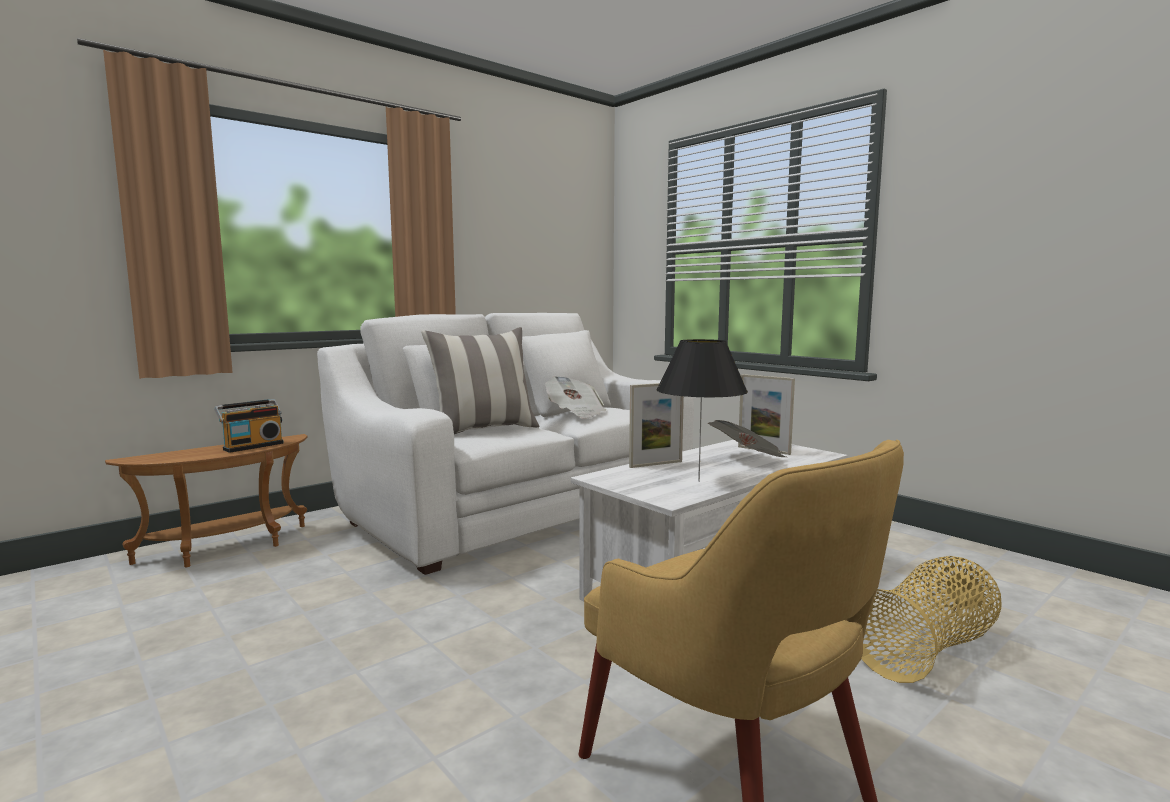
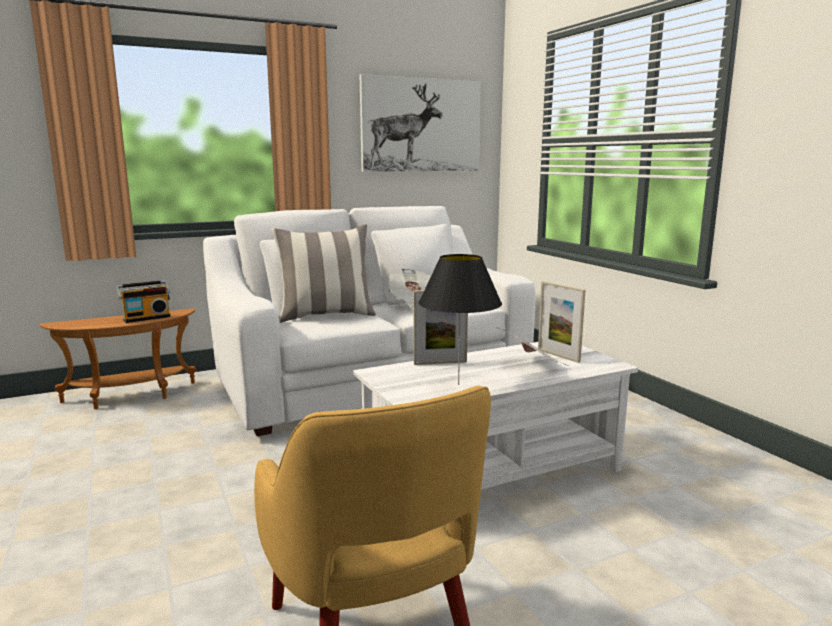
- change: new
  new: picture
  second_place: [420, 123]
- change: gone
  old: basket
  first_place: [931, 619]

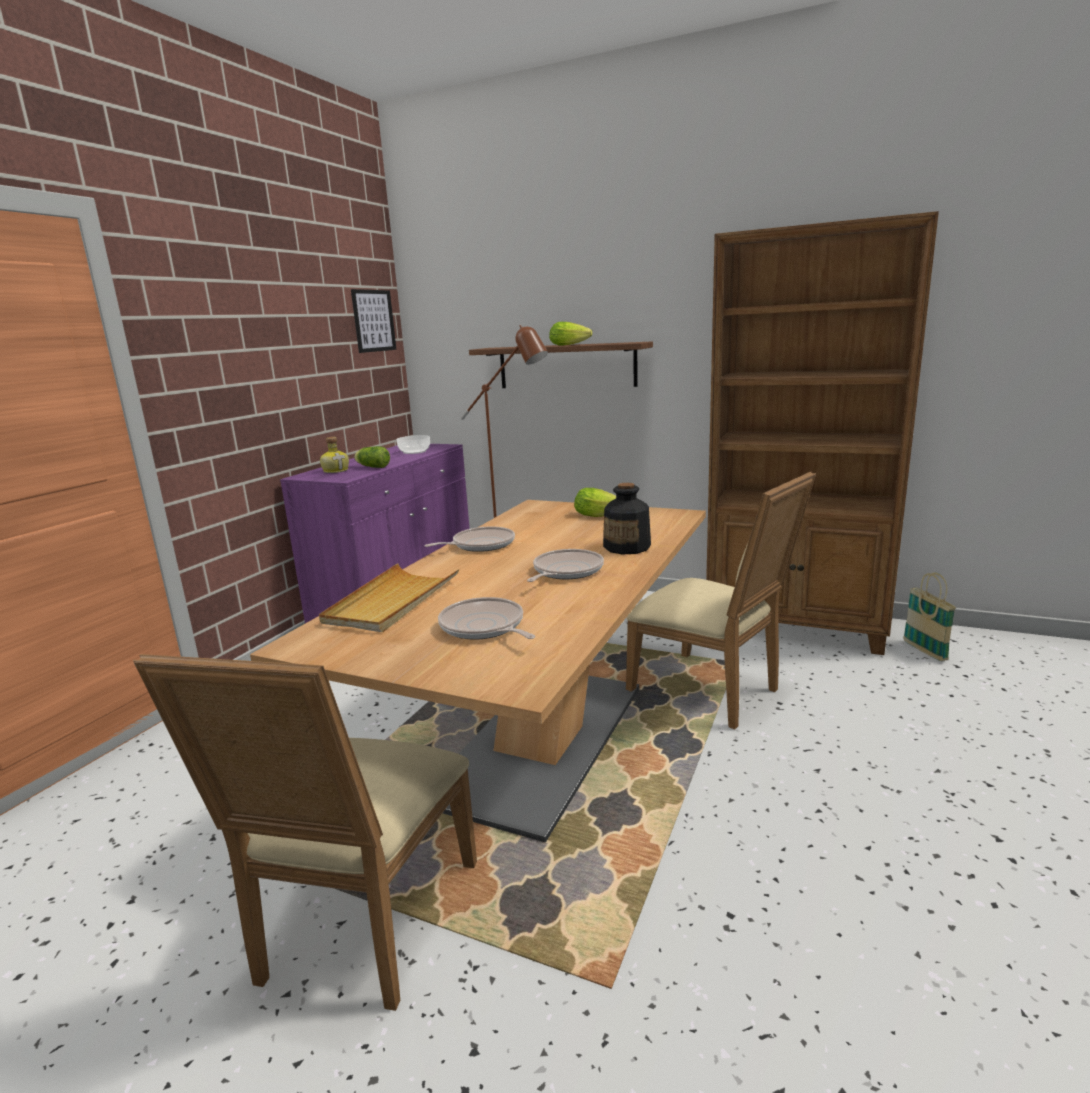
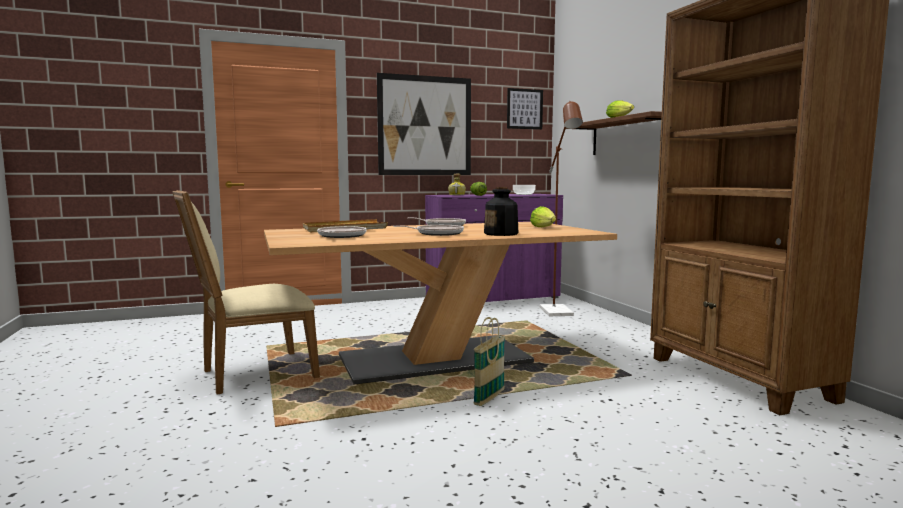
- change: new
  new: picture
  second_place: [424, 124]
- change: shifted
  old: basket
  first_place: [929, 616]
  second_place: [489, 361]
- change: gone
  old: upright chair (beige)
  first_place: [721, 600]

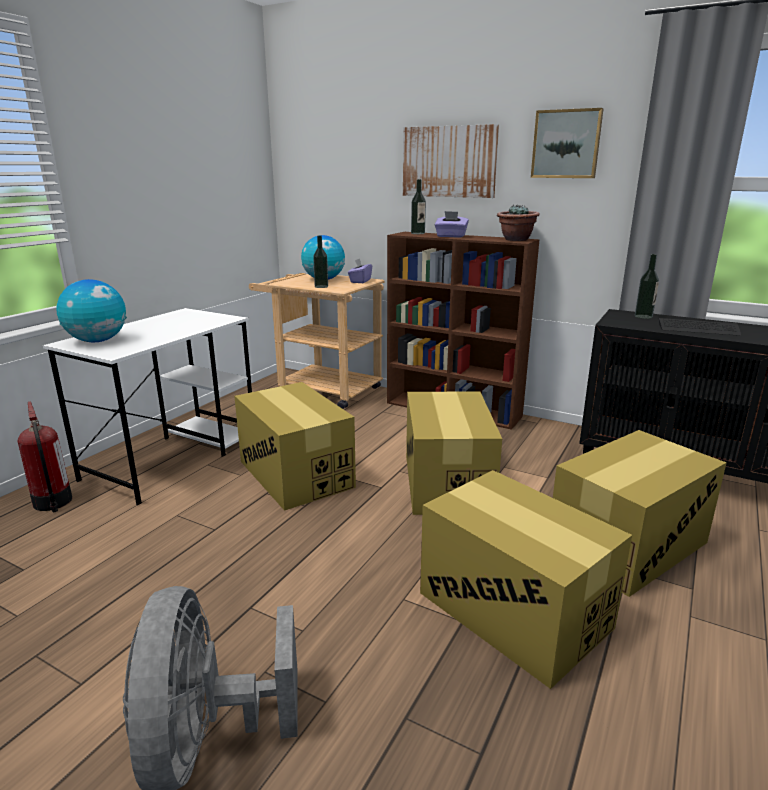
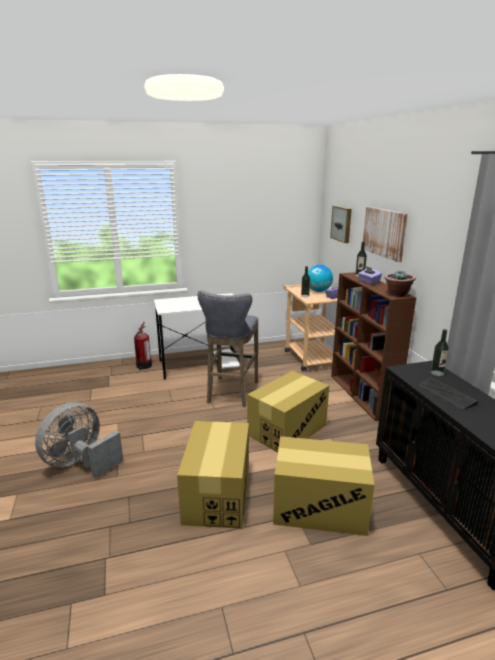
- change: swapped
  old: cardboard box
  new: stool seat (greyish)
  first_place: [295, 446]
  second_place: [228, 348]
- change: shifted
  old: picture
  first_place: [567, 143]
  second_place: [341, 224]
- change: gone
  old: globe
  first_place: [91, 310]

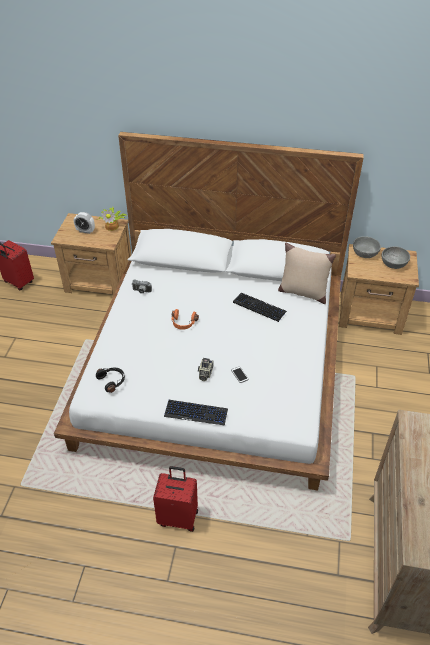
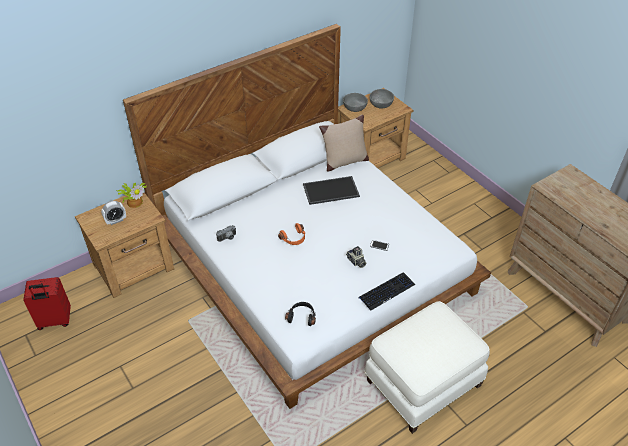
- change: swapped
  old: PC keyboard
  new: carrying tray
  first_place: [260, 307]
  second_place: [331, 190]
- change: swapped
  old: travel case (reddish)
  new: ottoman (white-coloured)
  first_place: [175, 499]
  second_place: [427, 367]

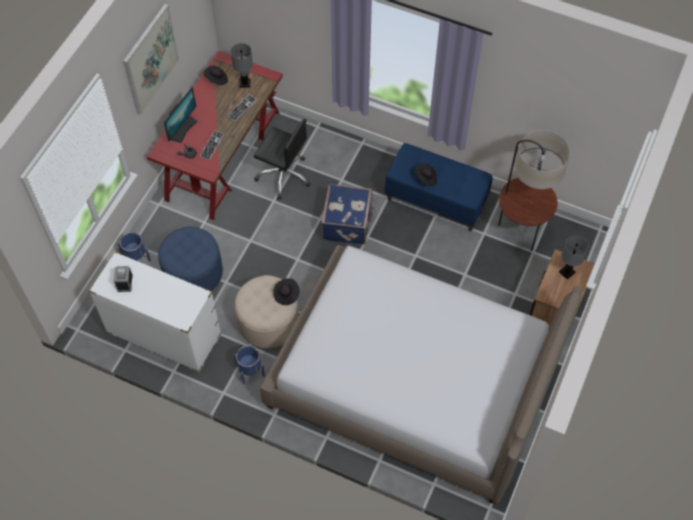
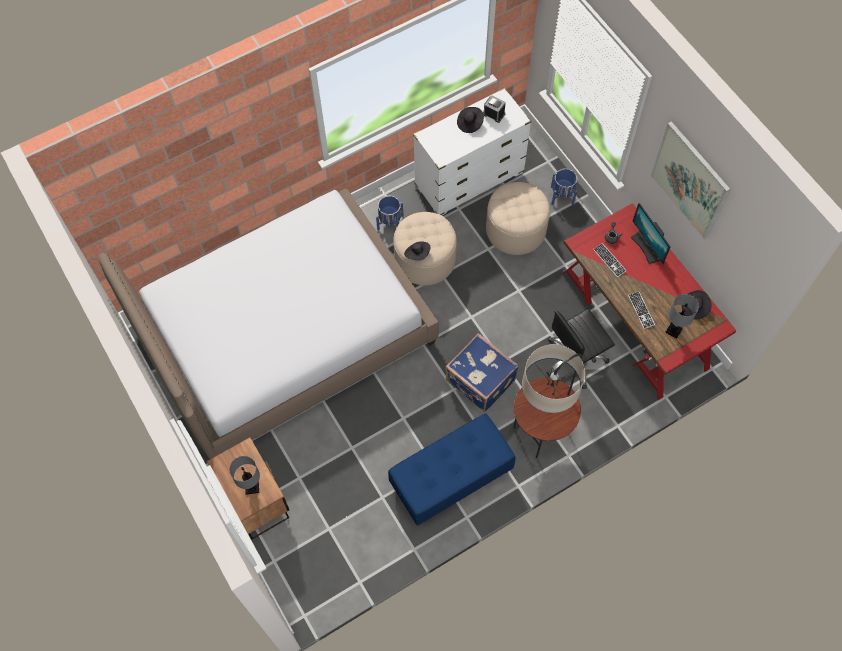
- change: shifted
  old: wearable hat (black)
  first_place: [425, 174]
  second_place: [470, 120]
- change: repainted
  old: ottoman (bluish)
  new: ottoman (beige)
  first_place: [190, 258]
  second_place: [518, 218]
- change: shifted
  old: floor lamp
  first_place: [534, 190]
  second_place: [549, 401]

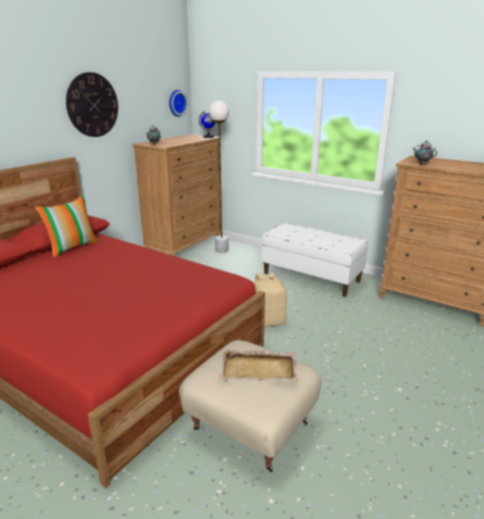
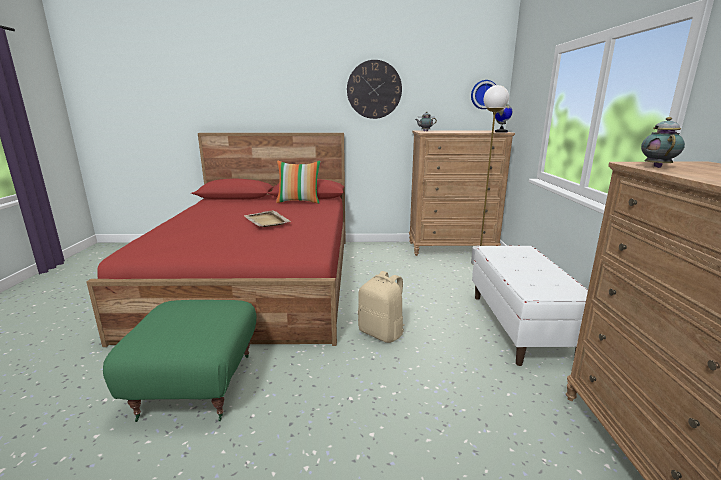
- change: repainted
  old: ottoman (beige)
  new: ottoman (greenish)
  first_place: [250, 406]
  second_place: [179, 361]
- change: shifted
  old: carrying tray (beige)
  first_place: [258, 365]
  second_place: [267, 218]

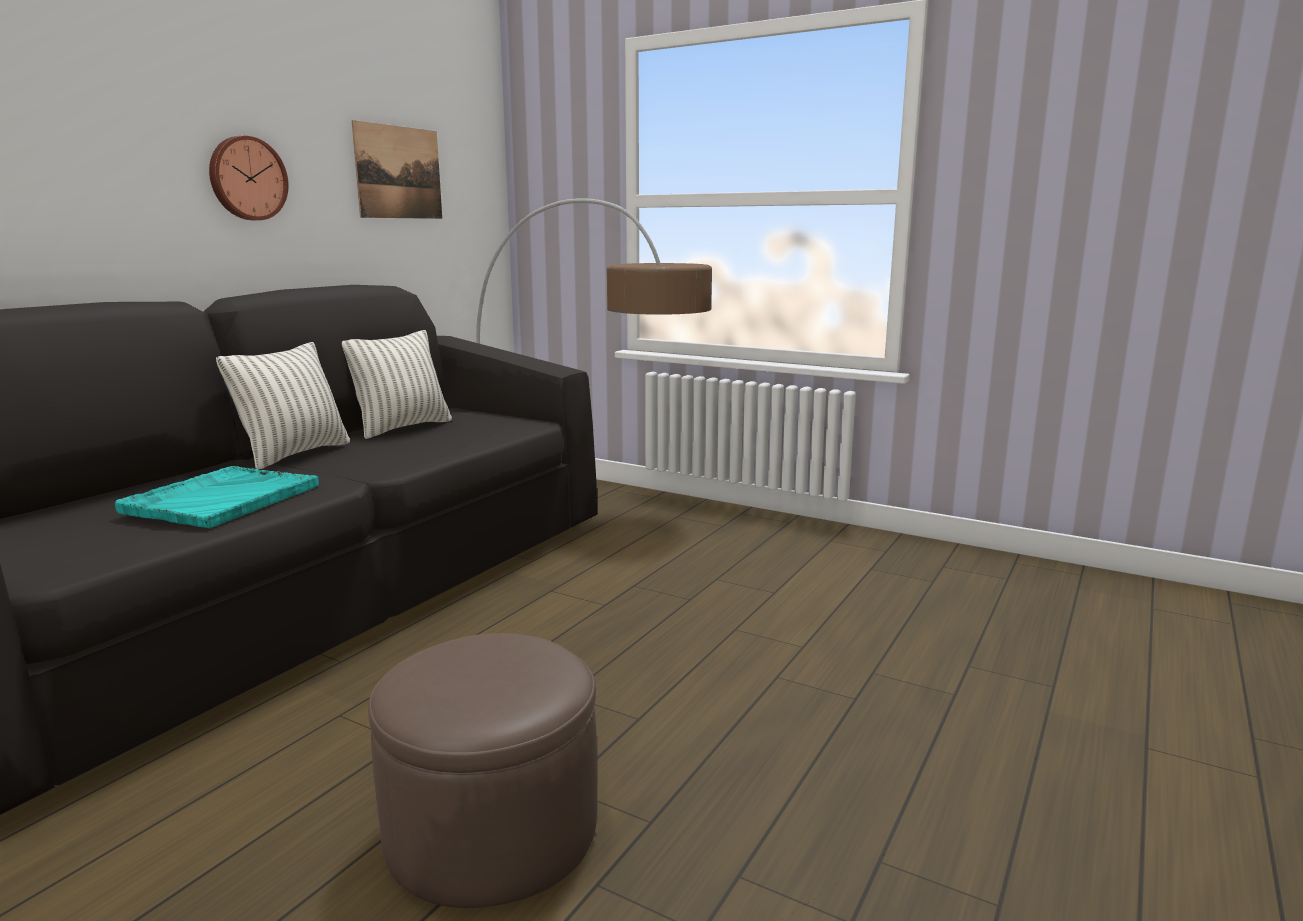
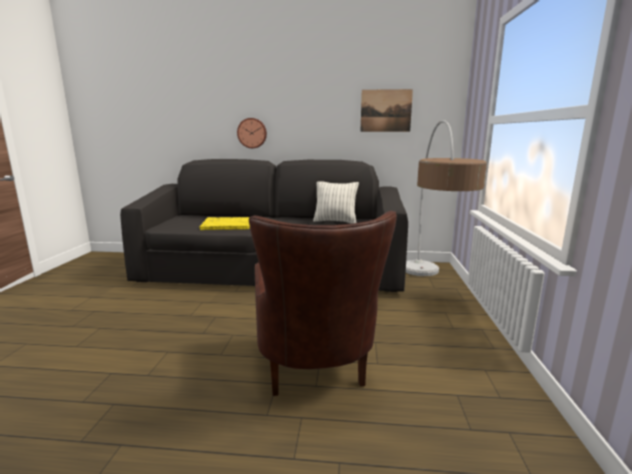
- change: repainted
  old: carrying tray (turquoise)
  new: carrying tray (yellow)
  first_place: [217, 497]
  second_place: [225, 223]
- change: shifted
  old: hanging clock
  first_place: [249, 178]
  second_place: [252, 133]
- change: new
  new: lounge chair (brownish)
  second_place: [323, 303]
- change: gone
  old: cushion
  first_place: [283, 406]
- change: gone
  old: ottoman (brownish)
  first_place: [482, 770]

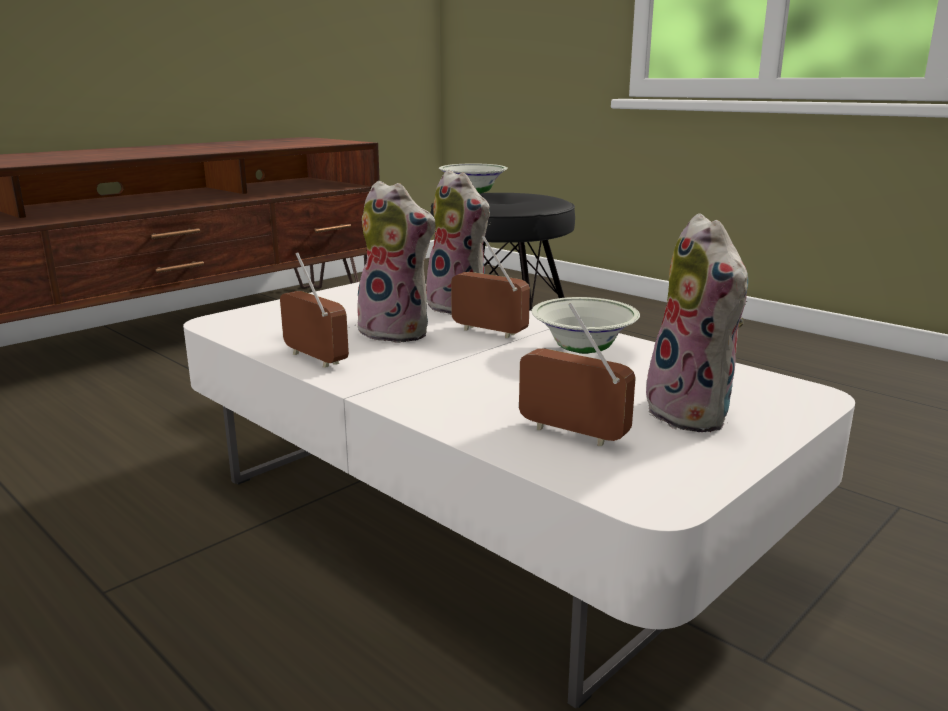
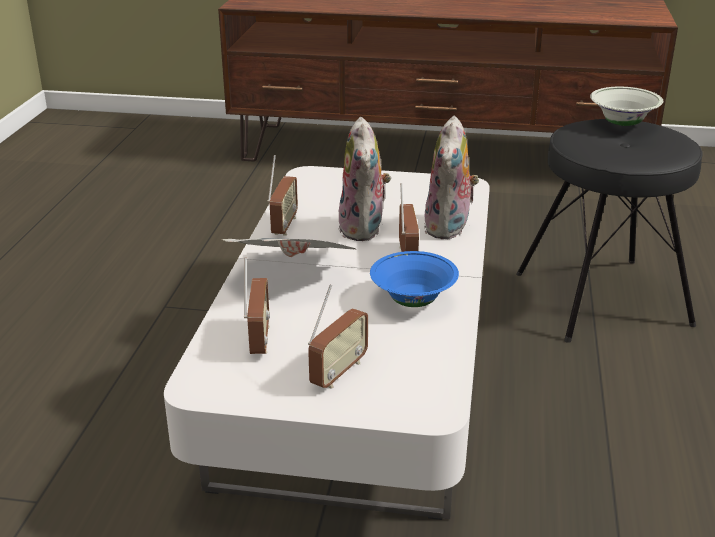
- change: new
  new: daily paper
  second_place: [289, 247]
- change: swapped
  old: soft toy
  new: radio set
  first_place: [693, 322]
  second_place: [338, 337]
- change: repainted
  old: deep dish (white-coloured)
  new: deep dish (bluish)
  first_place: [585, 325]
  second_place: [414, 279]

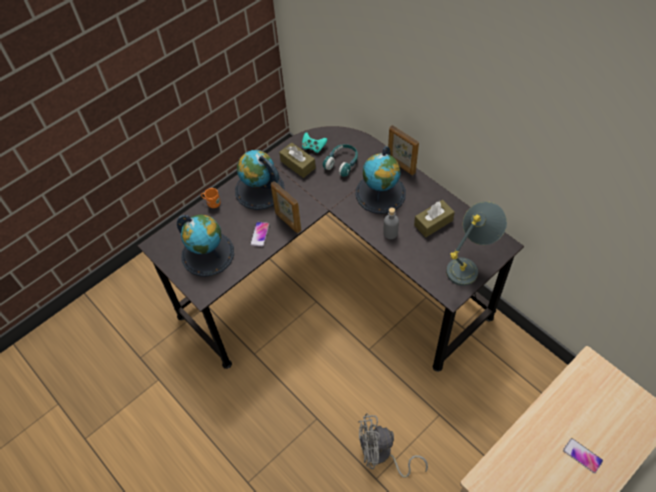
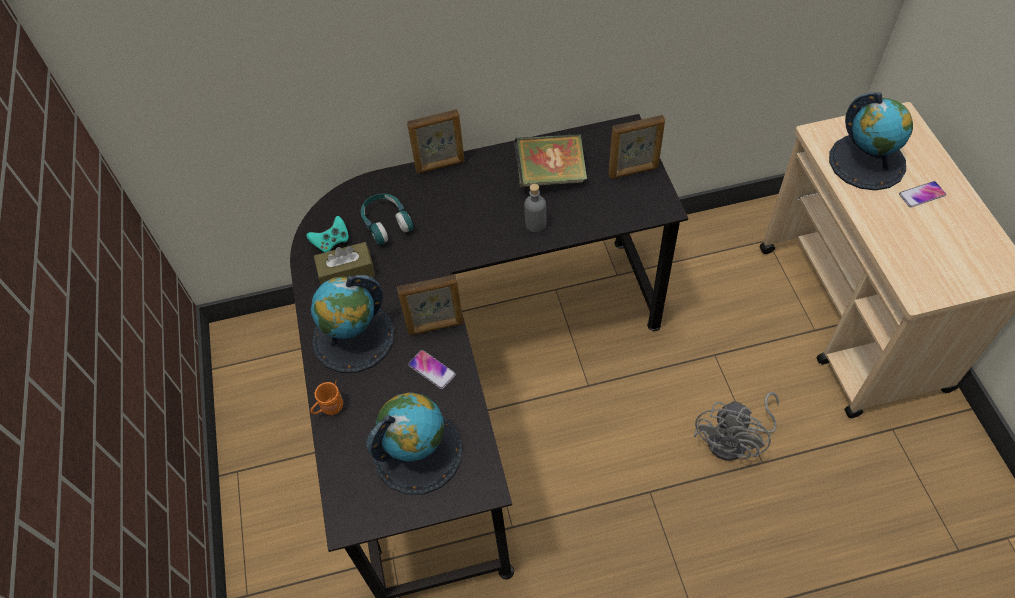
- change: swapped
  old: tissue box (brownish)
  new: book
  first_place: [434, 218]
  second_place: [550, 160]
- change: swapped
  old: tabletop lamp (greyish)
  new: standing frame
  first_place: [476, 243]
  second_place: [636, 147]
- change: shifted
  old: globe
  first_place: [380, 180]
  second_place: [871, 141]

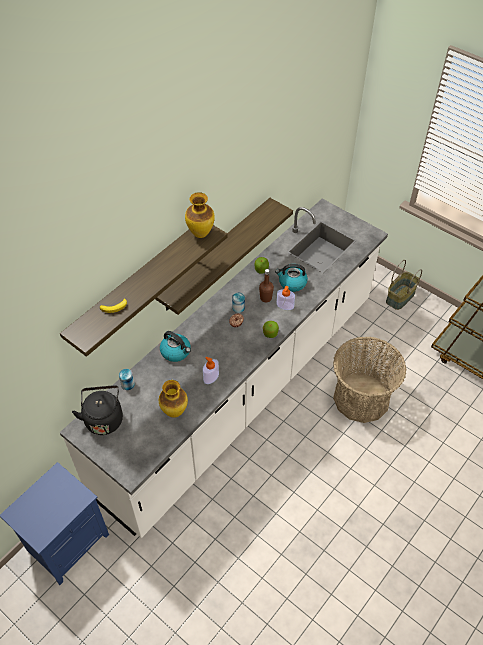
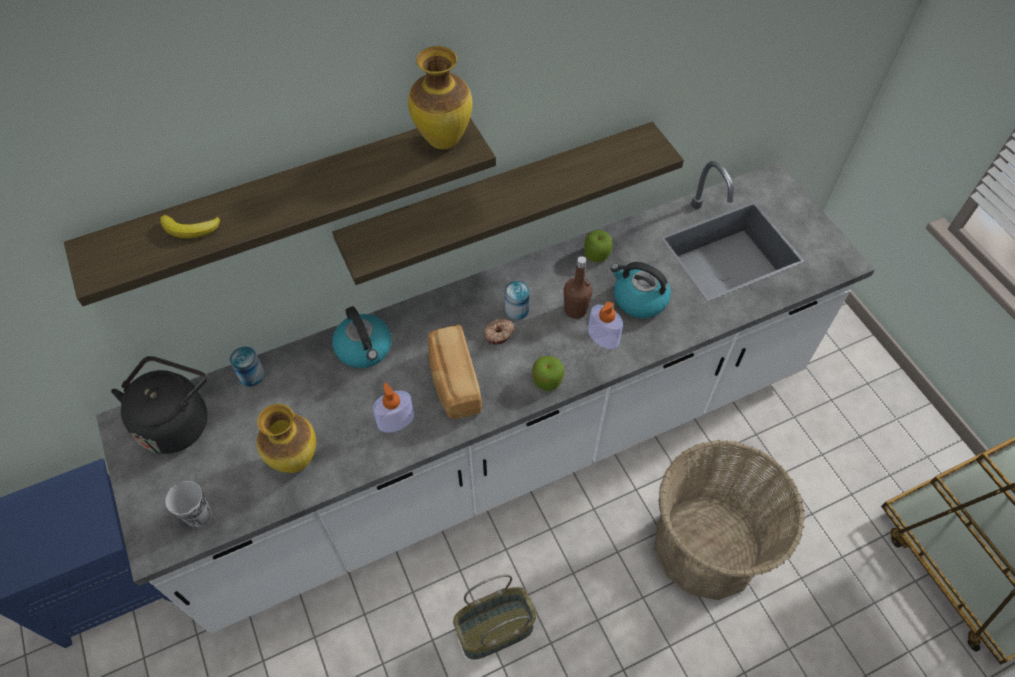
- change: new
  new: cup
  second_place: [188, 504]
- change: new
  new: bakery bread
  second_place: [455, 371]
- change: shifted
  old: basket
  first_place: [404, 285]
  second_place: [494, 617]

